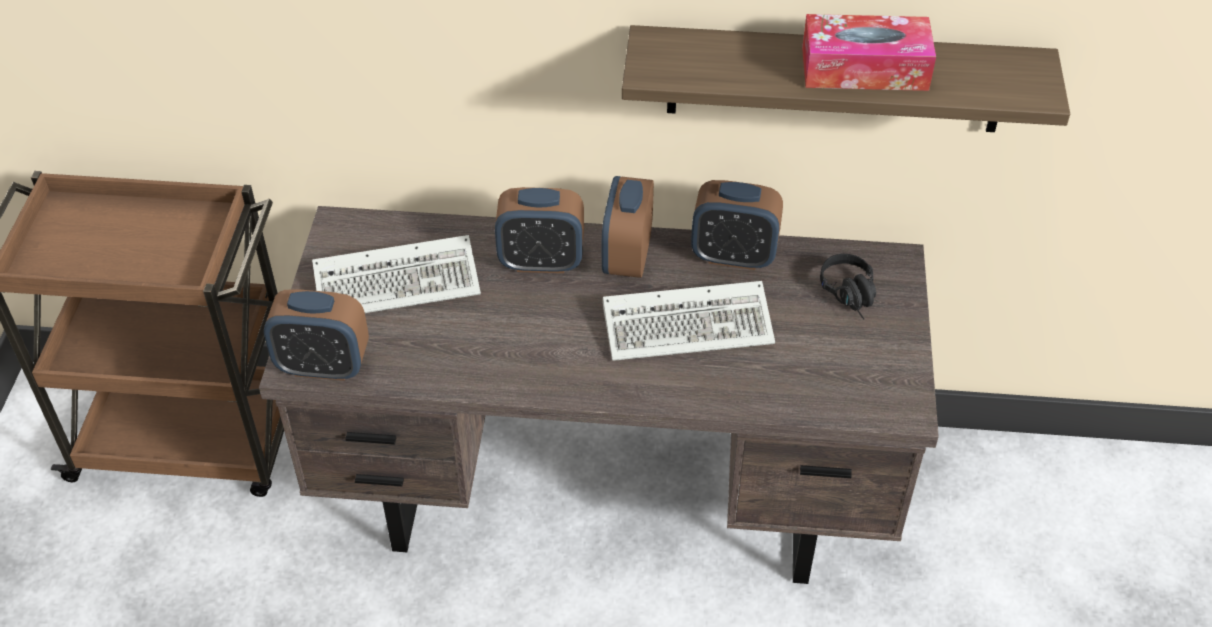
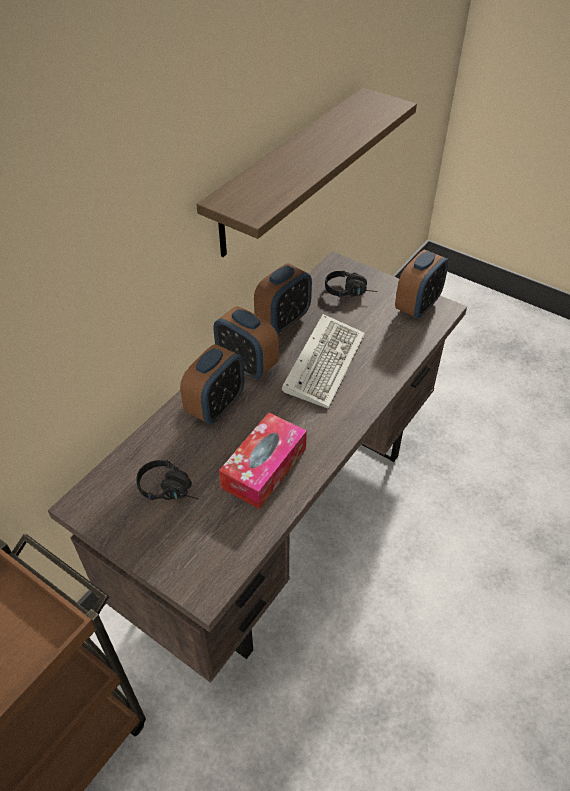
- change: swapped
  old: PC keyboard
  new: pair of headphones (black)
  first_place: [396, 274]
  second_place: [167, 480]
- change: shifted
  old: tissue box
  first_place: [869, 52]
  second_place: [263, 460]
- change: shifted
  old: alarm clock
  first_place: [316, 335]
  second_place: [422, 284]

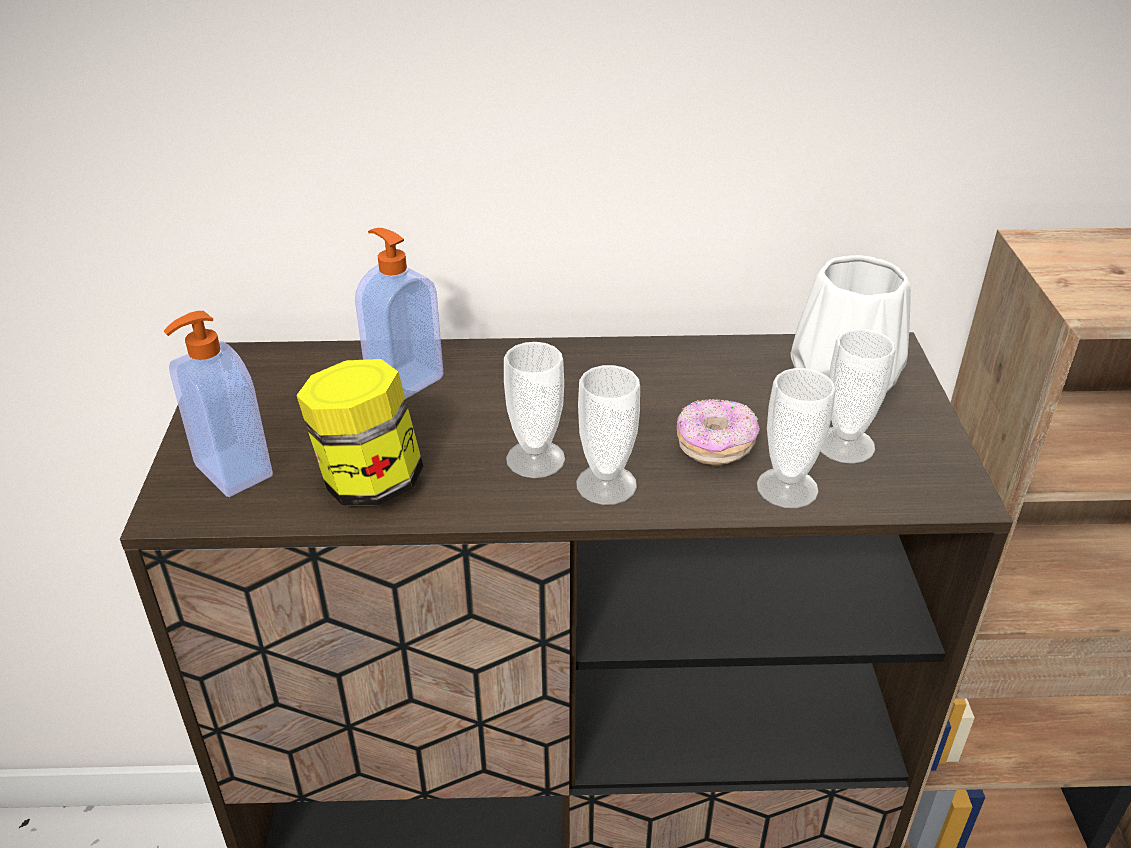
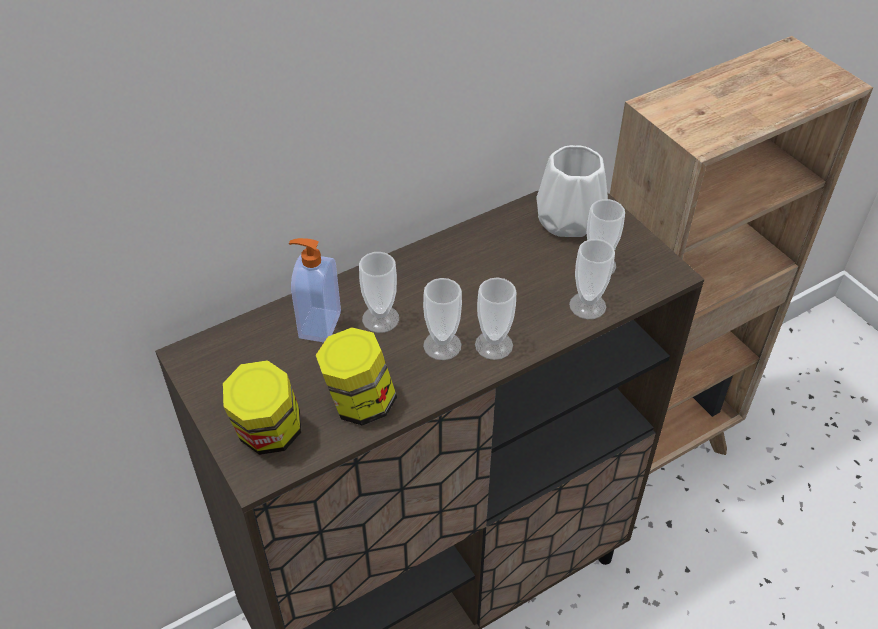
- change: swapped
  old: liquid soap bottle
  new: preserve jar
  first_place: [218, 404]
  second_place: [262, 407]
- change: new
  new: cup
  second_place: [379, 292]
- change: gone
  old: donut
  first_place: [718, 432]

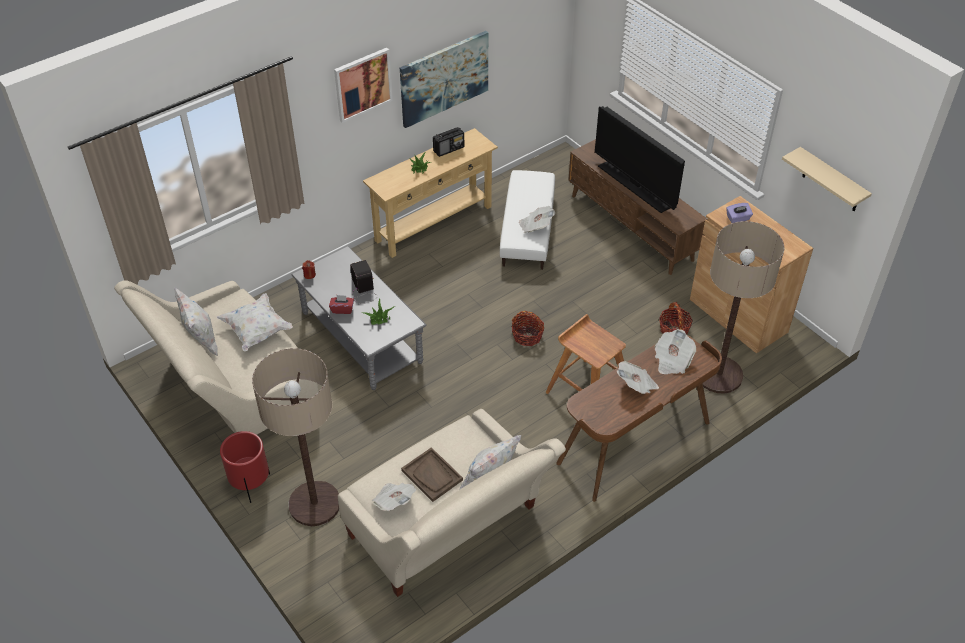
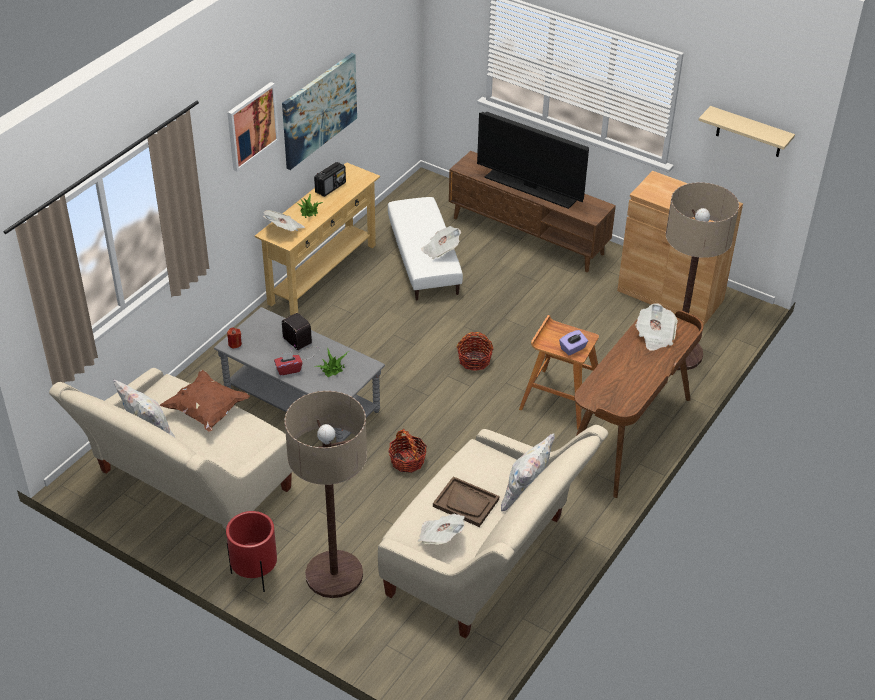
- change: repainted
  old: cushion (white-coloured)
  new: cushion (brownish)
  first_place: [255, 322]
  second_place: [205, 401]
- change: shifted
  old: daily paper
  first_place: [638, 377]
  second_place: [284, 221]
- change: shifted
  old: basket
  first_place: [676, 318]
  second_place: [408, 451]
- change: shifted
  old: tissue box (purple)
  first_place: [739, 213]
  second_place: [573, 342]

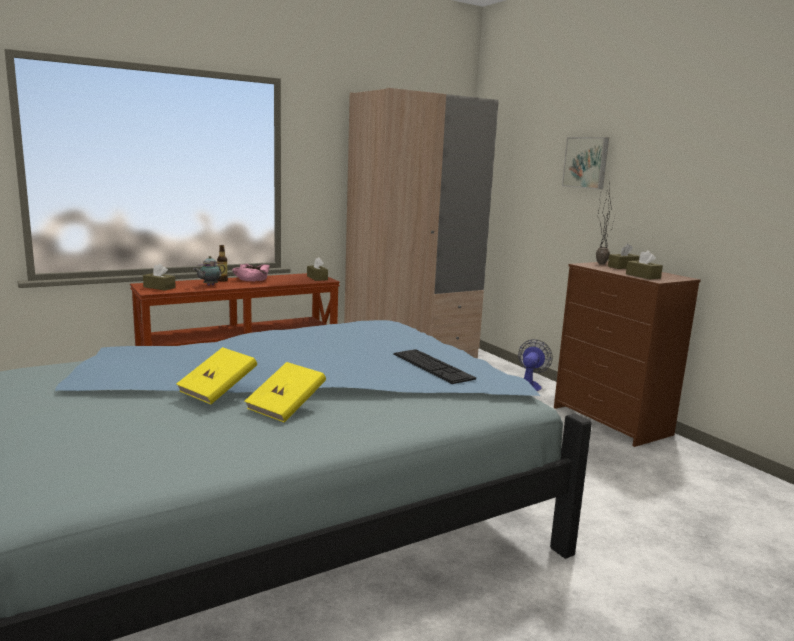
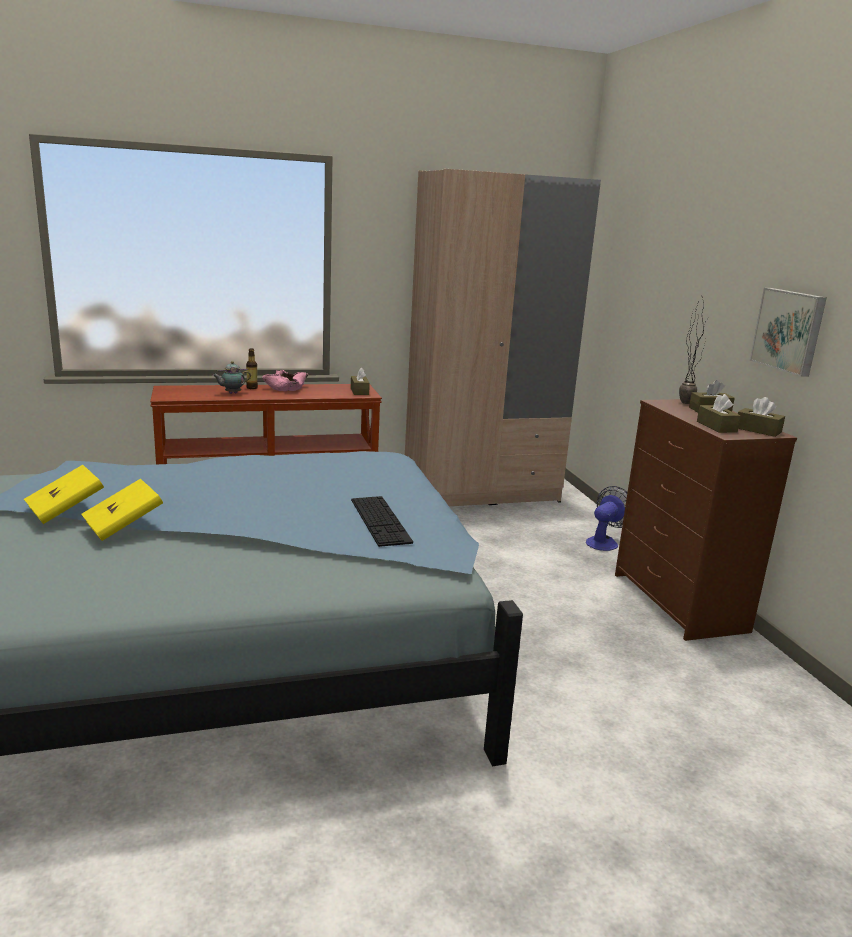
- change: shifted
  old: book (yellow)
  first_place: [285, 392]
  second_place: [64, 494]
- change: shifted
  old: tissue box (brownish)
  first_place: [159, 277]
  second_place: [761, 417]
- change: shifted
  old: picture
  first_place: [585, 163]
  second_place: [788, 332]

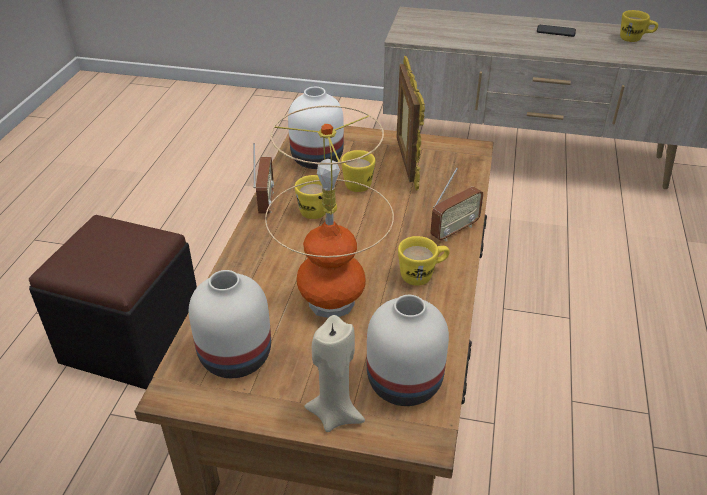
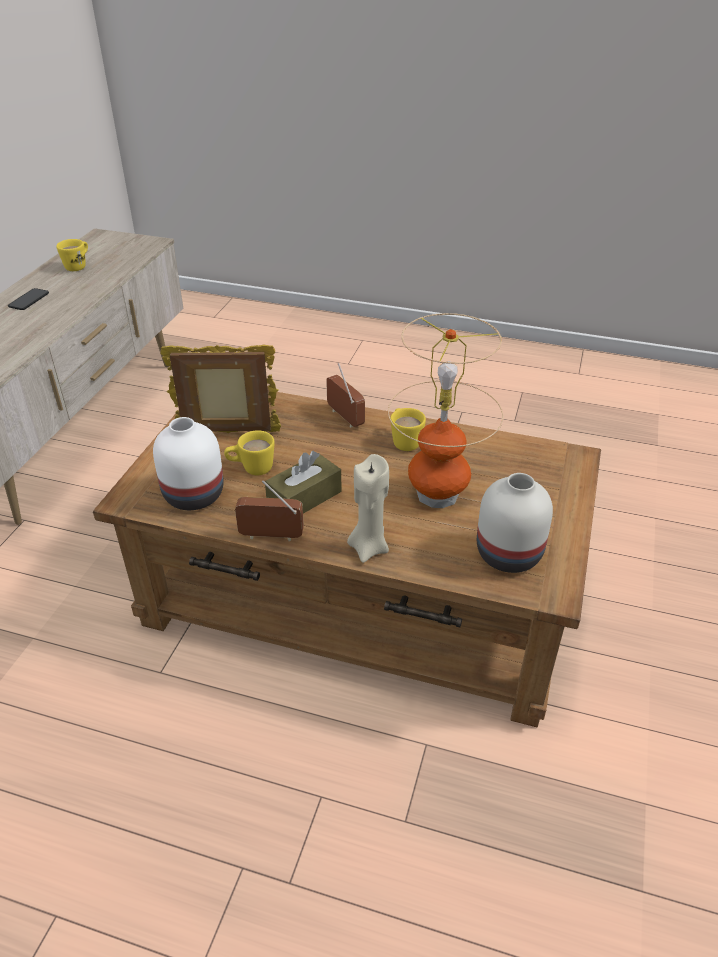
- change: swapped
  old: mug (yellow)
  new: tissue box (brownish)
  first_place: [316, 197]
  second_place: [303, 482]
- change: shifted
  old: wax light (beige)
  first_place: [334, 373]
  second_place: [368, 508]
- change: gone
  old: ottoman (black)
  first_place: [113, 302]
- change: gone
  old: flower vase (white-coloured)
  first_place: [408, 350]

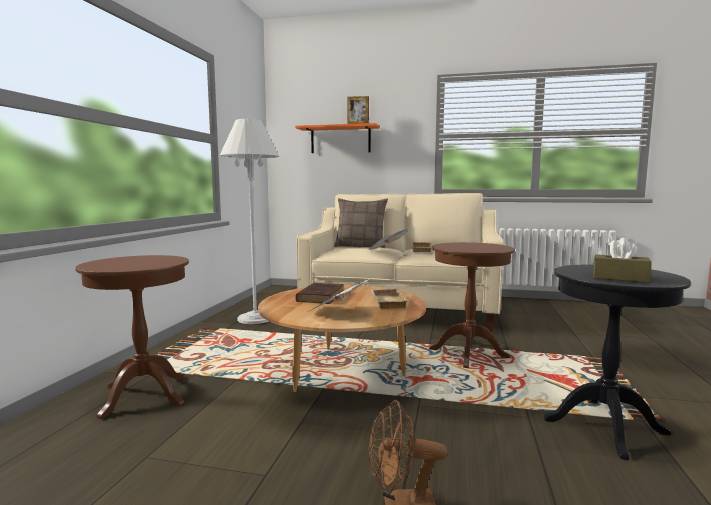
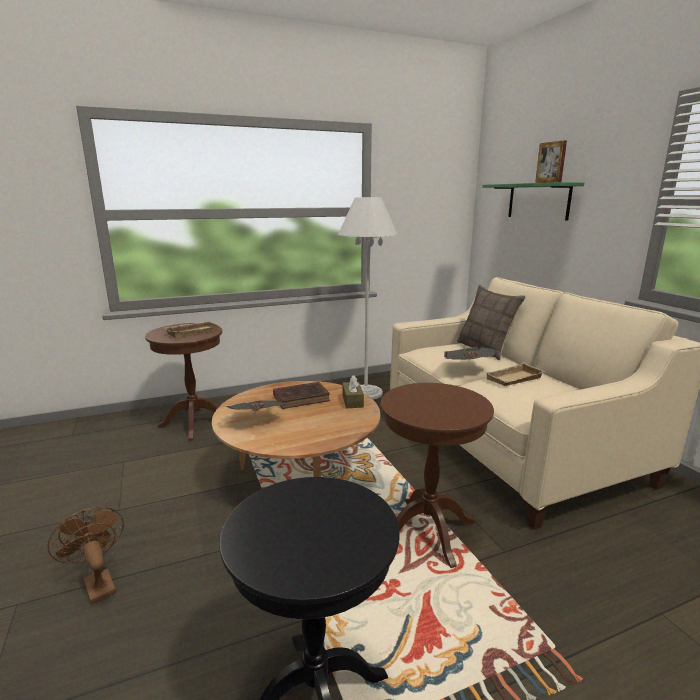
- change: shifted
  old: carrying tray (beige)
  first_place: [388, 299]
  second_place: [191, 329]
- change: shifted
  old: tissue box (brownish)
  first_place: [622, 260]
  second_place: [353, 391]
- change: repainted
  old: shelf (orange)
  new: shelf (greenish)
  first_place: [337, 138]
  second_place: [533, 201]

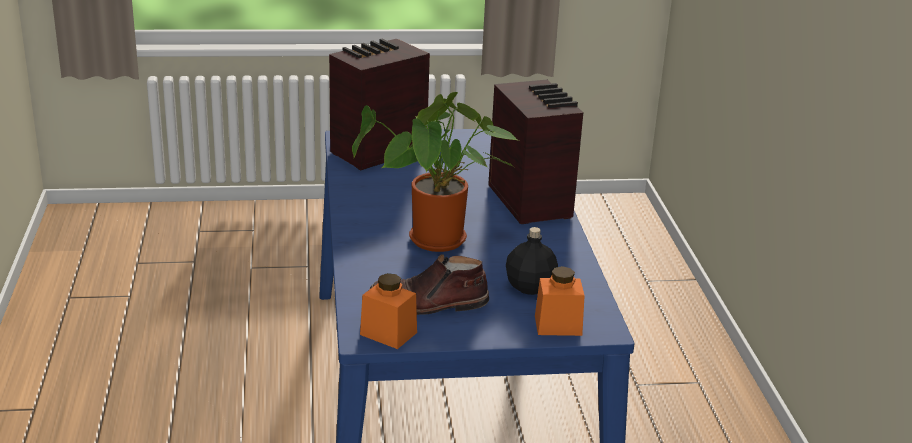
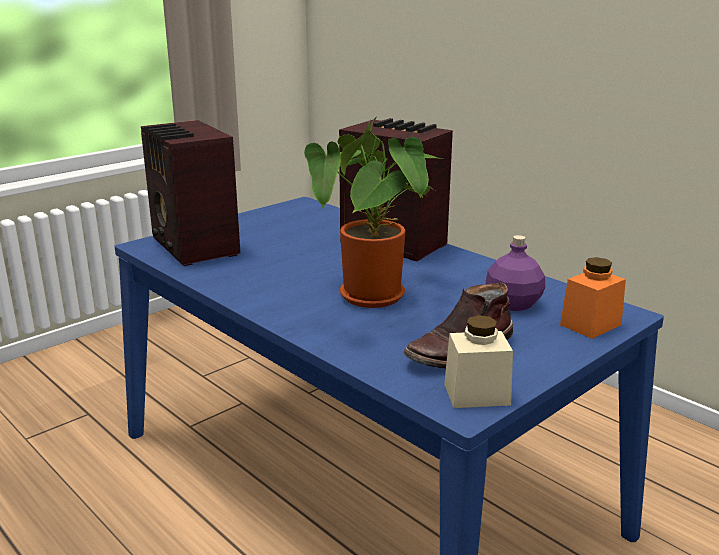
- change: rotated
  old: radio set
  first_place: [379, 105]
  second_place: [190, 193]
  degrees: -45
- change: repainted
  old: preserve jar (orange)
  new: preserve jar (beige)
  first_place: [388, 311]
  second_place: [478, 361]
- change: repainted
  old: bottle (black)
  new: bottle (purple)
  first_place: [532, 261]
  second_place: [515, 273]

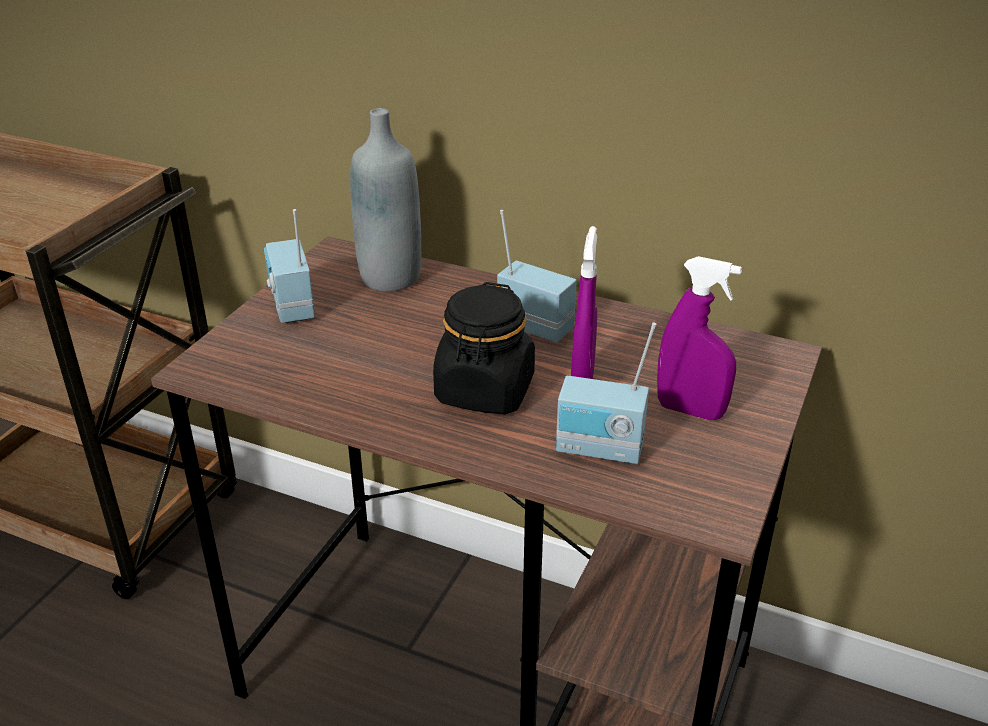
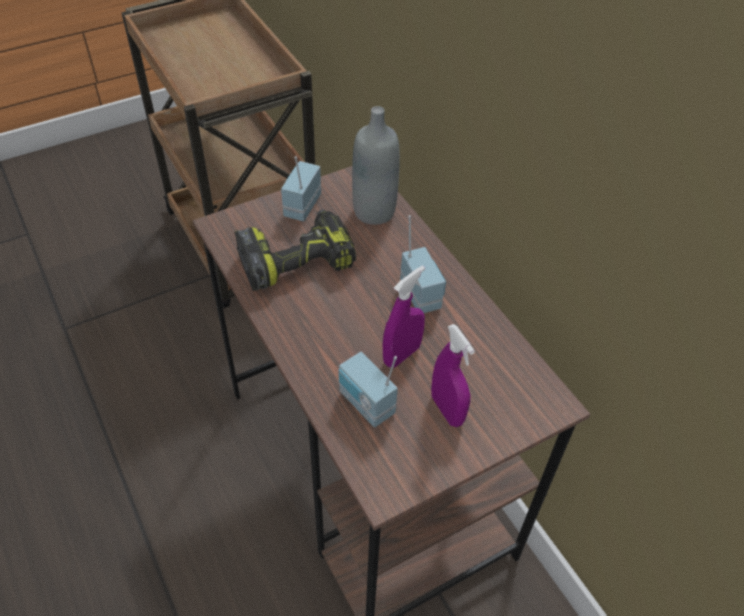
- change: new
  new: power drill
  second_place: [295, 250]
- change: gone
  old: preserve jar (black)
  first_place: [484, 348]

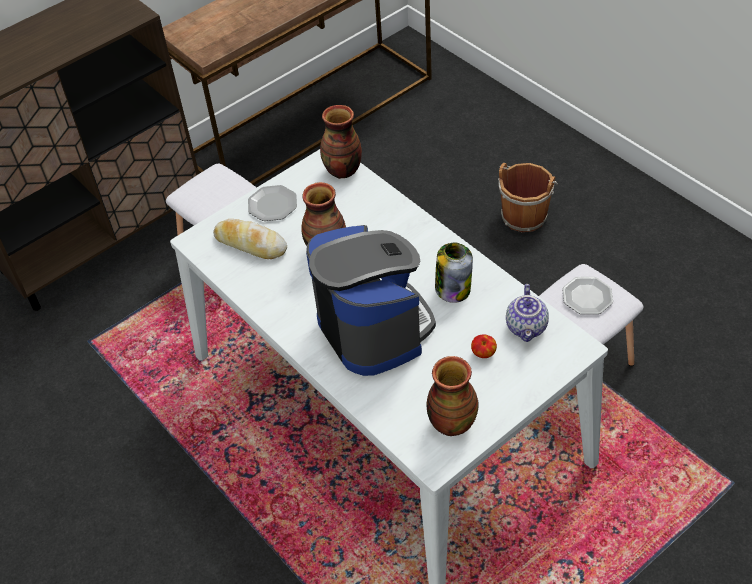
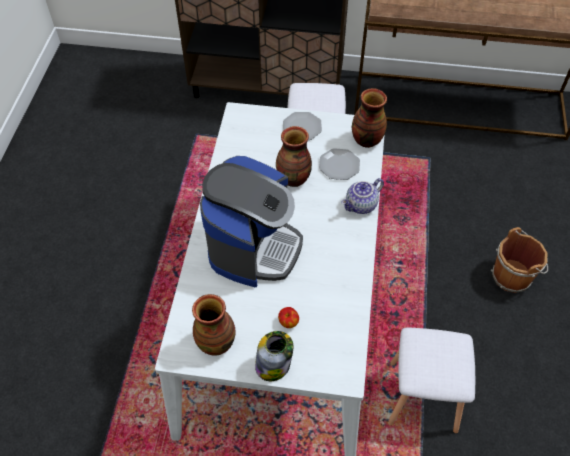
- change: shifted
  old: preserve jar
  first_place: [454, 272]
  second_place: [274, 356]
- change: shifted
  old: dinner plate
  first_place: [587, 295]
  second_place: [339, 164]
- change: shifted
  old: pot for tea
  first_place: [527, 313]
  second_place: [362, 196]
- change: gone
  old: bakery bread
  first_place: [250, 239]

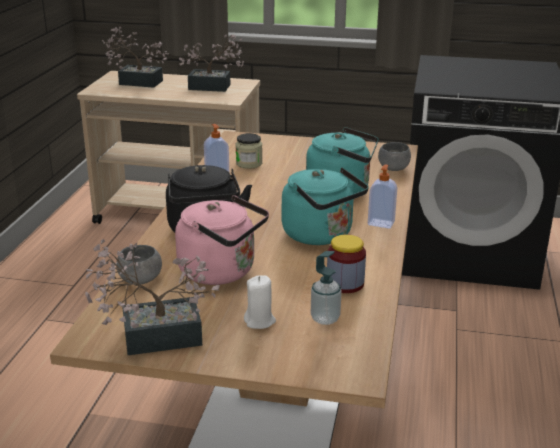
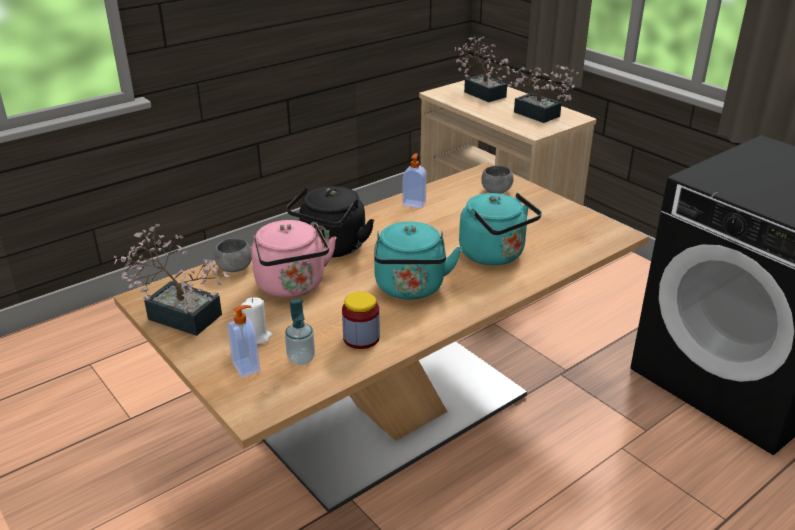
- change: shifted
  old: liquid soap bottle
  first_place: [382, 196]
  second_place: [243, 341]
- change: shifted
  old: deep dish (greyish)
  first_place: [394, 156]
  second_place: [497, 180]
- change: gone
  old: preserve jar
  first_place: [249, 151]

